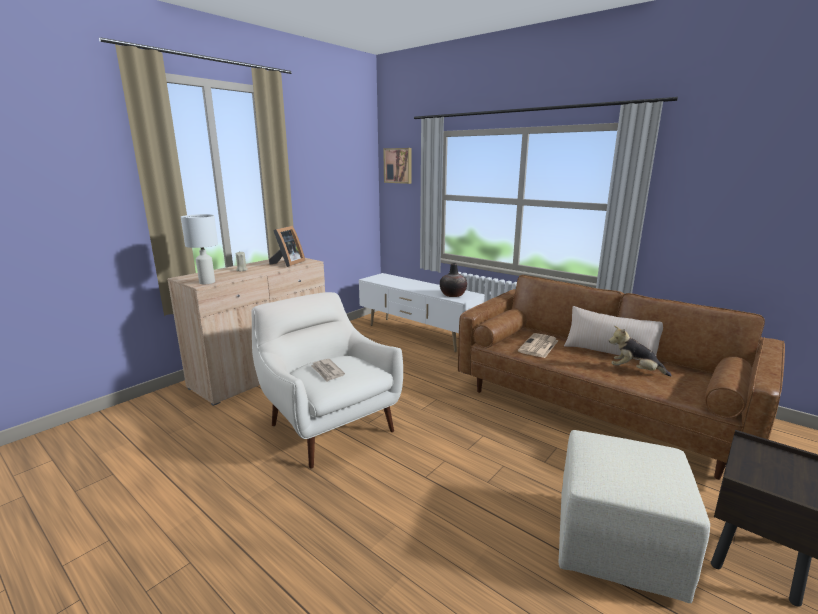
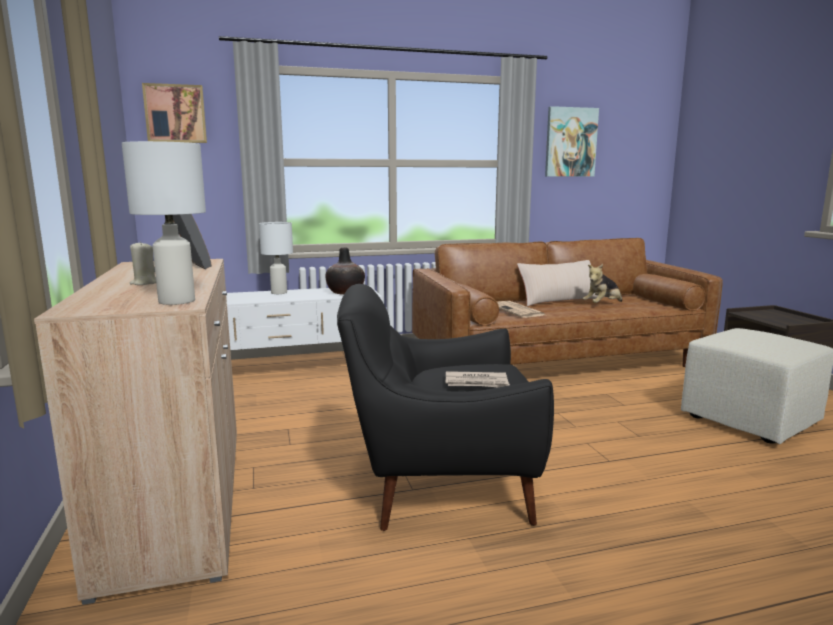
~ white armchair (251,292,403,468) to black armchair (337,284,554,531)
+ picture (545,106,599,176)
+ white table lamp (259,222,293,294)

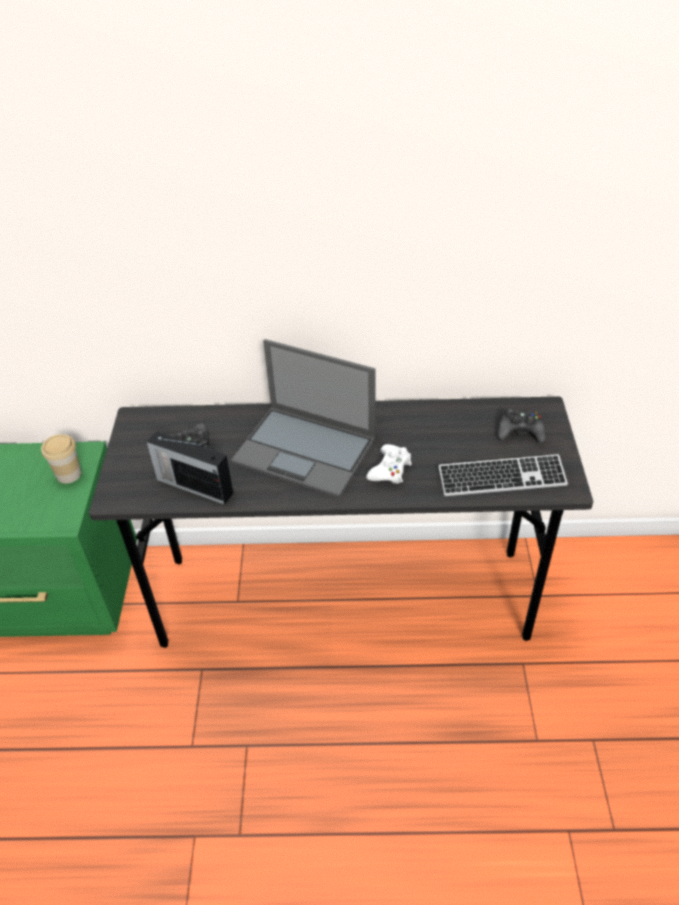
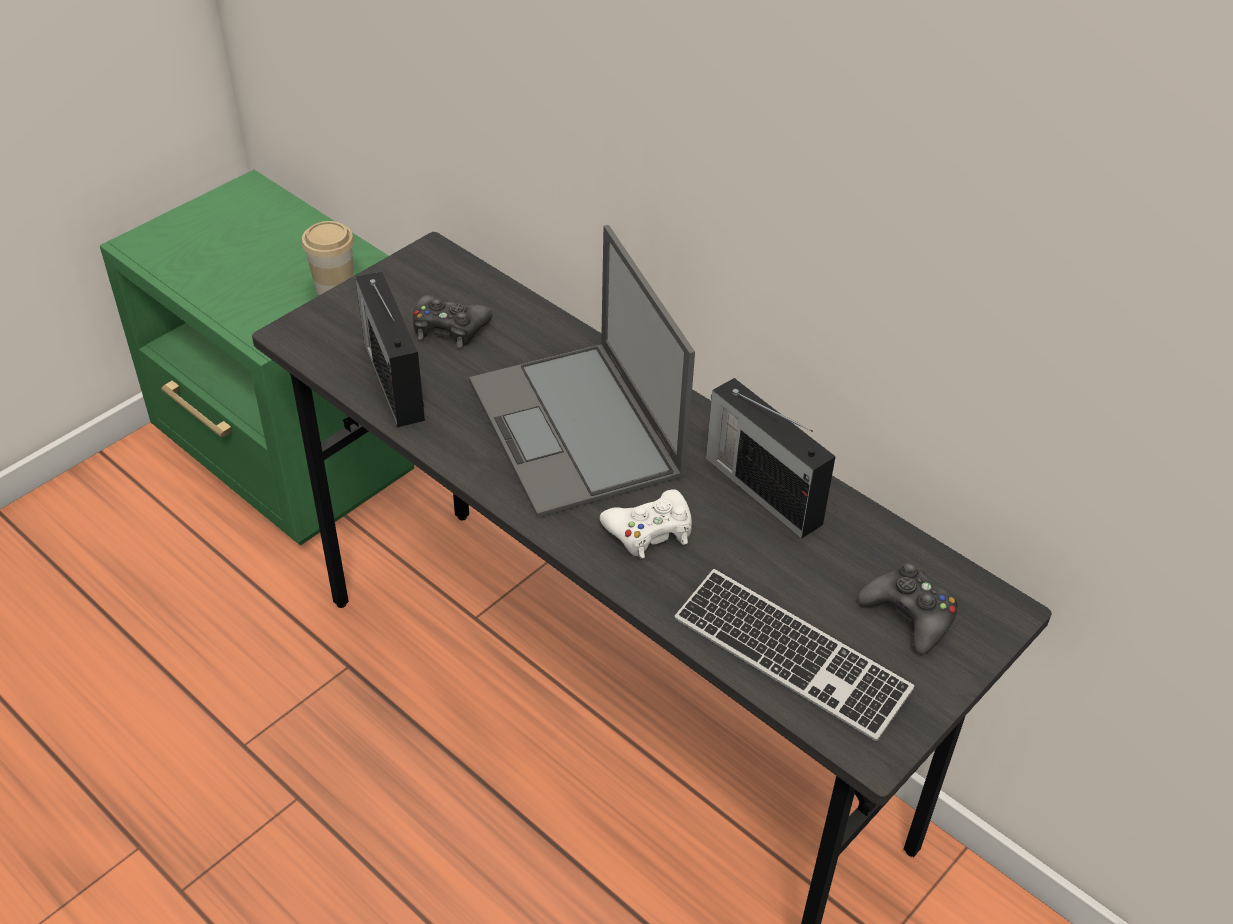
+ radio (706,378,836,539)

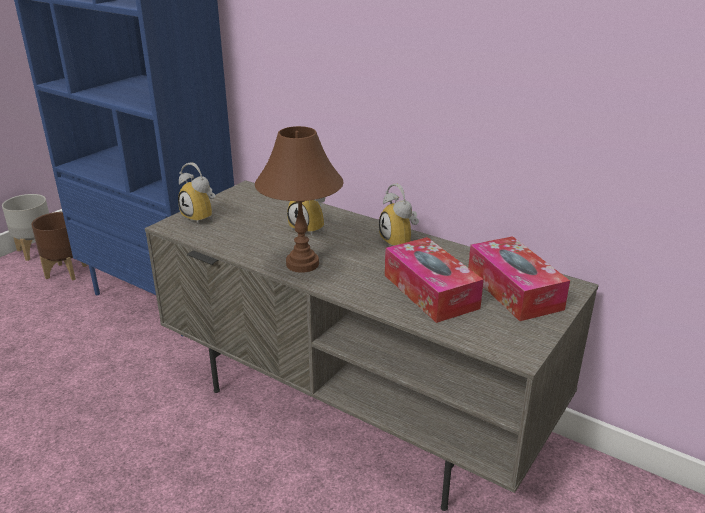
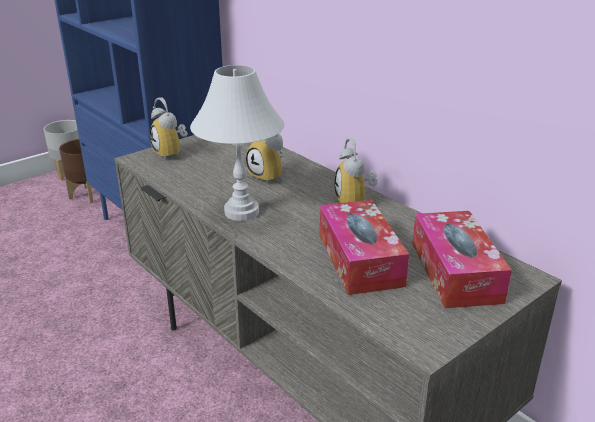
~ brown table lamp (255,126,344,273) to white table lamp (190,65,284,221)

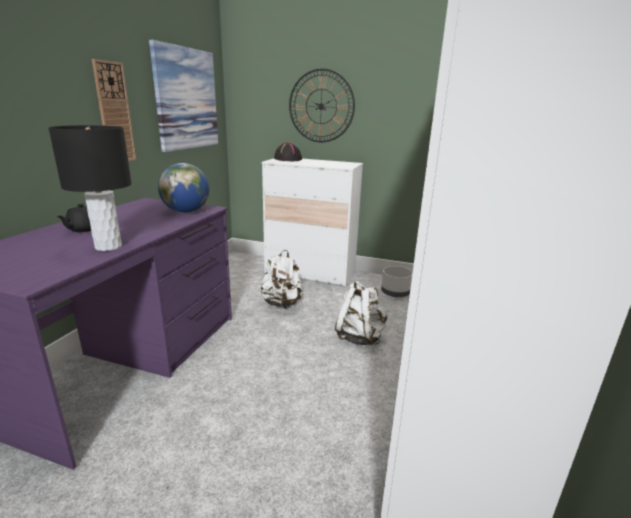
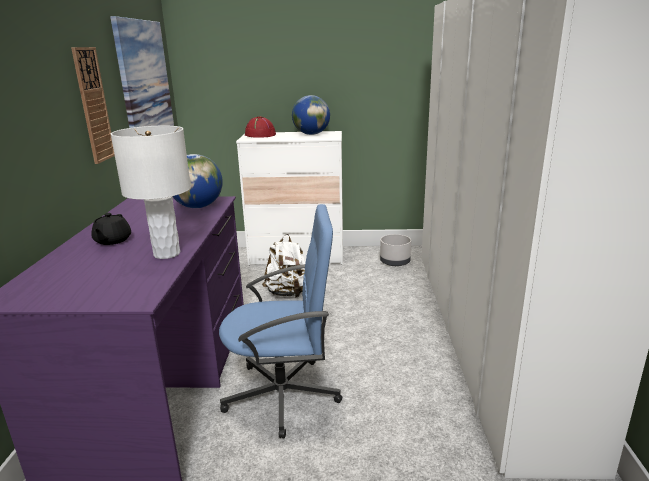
- wall clock (289,68,355,142)
~ black table lamp (48,125,132,251) to white table lamp (111,126,191,259)
~ black hat (274,142,302,161) to red hat (245,116,276,138)
- white backpack (335,281,387,345)
+ globe (292,95,330,135)
+ blue office chair (219,204,342,438)

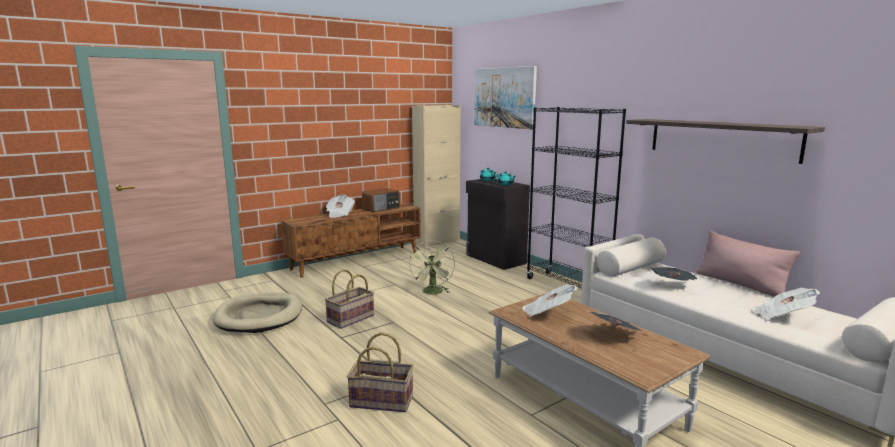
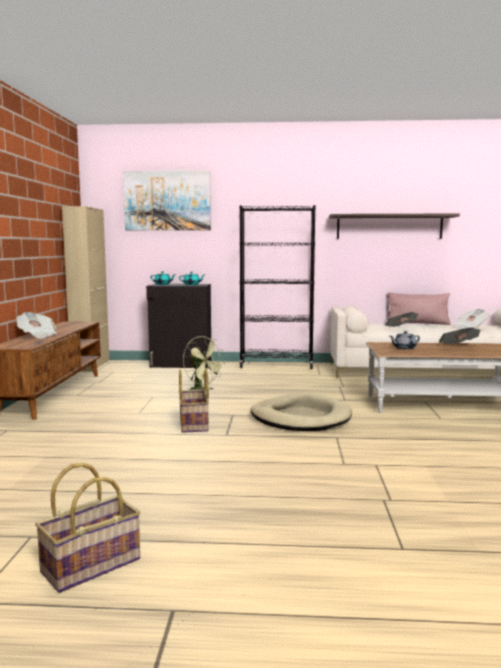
- radio (362,188,400,213)
~ newspaper (522,284,577,317) to grey teapot (390,331,420,350)
~ beige dog bed (213,293,302,333) to (250,393,352,431)
~ basket (347,332,414,412) to (35,463,140,593)

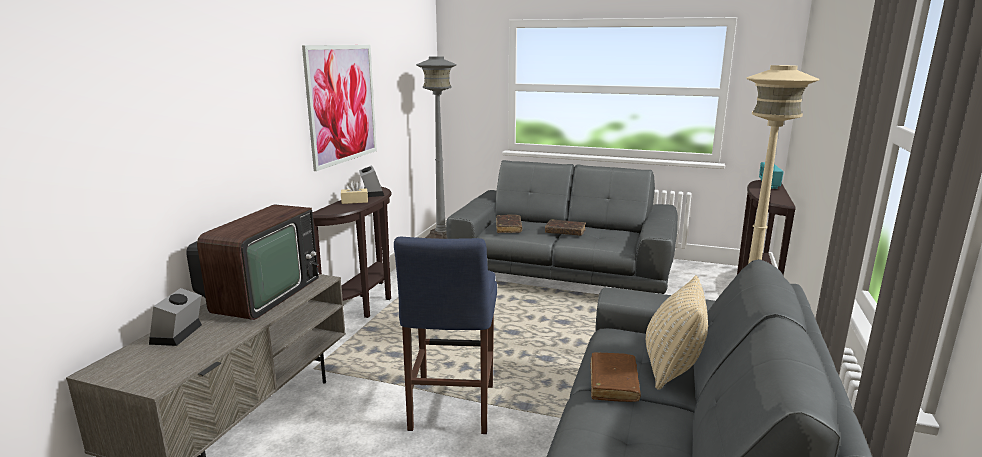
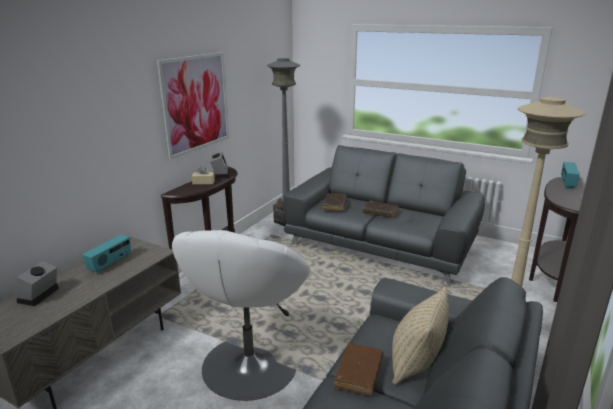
~ television (186,204,320,320) to radio (82,234,131,274)
~ blue stool (394,237,497,434) to white armchair (172,230,310,401)

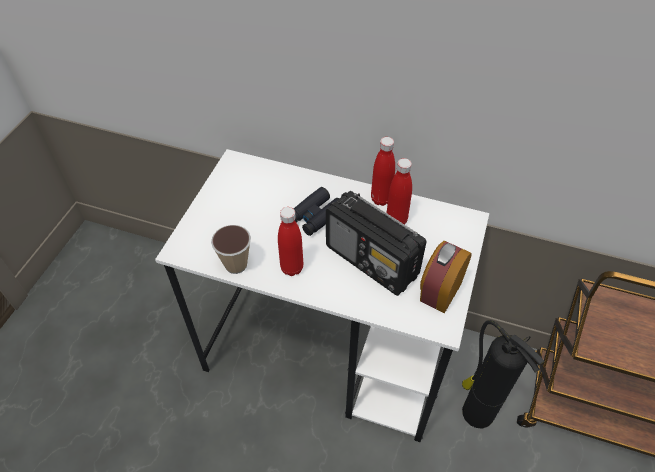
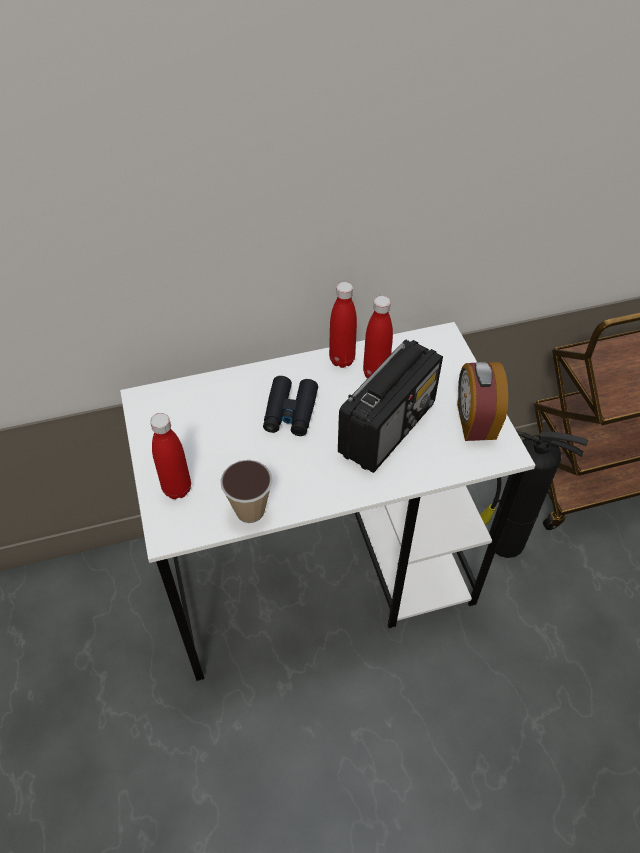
~ radio (326,191,426,296) = (338,340,443,473) 60 degrees counterclockwise
~ red bottle (278,207,303,276) to (150,413,191,499)

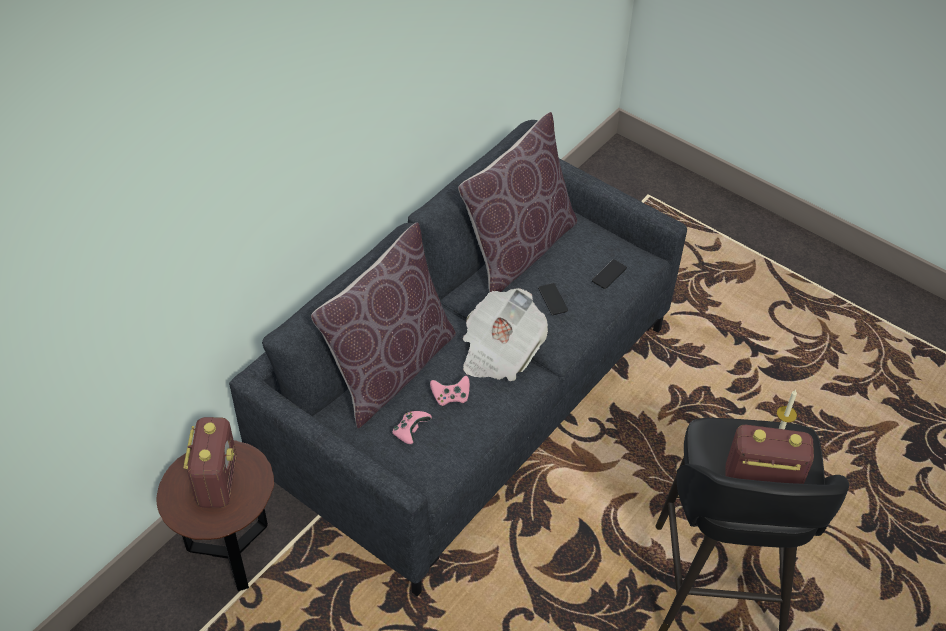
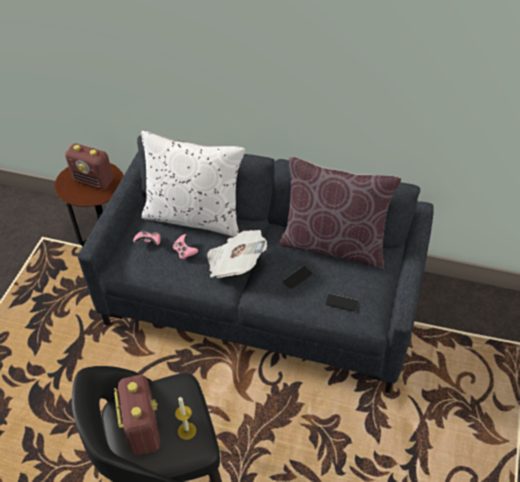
~ brown pillow (311,223,456,428) to white pillow (141,131,245,237)
~ radio (184,417,237,508) = (65,143,113,190) 45 degrees clockwise

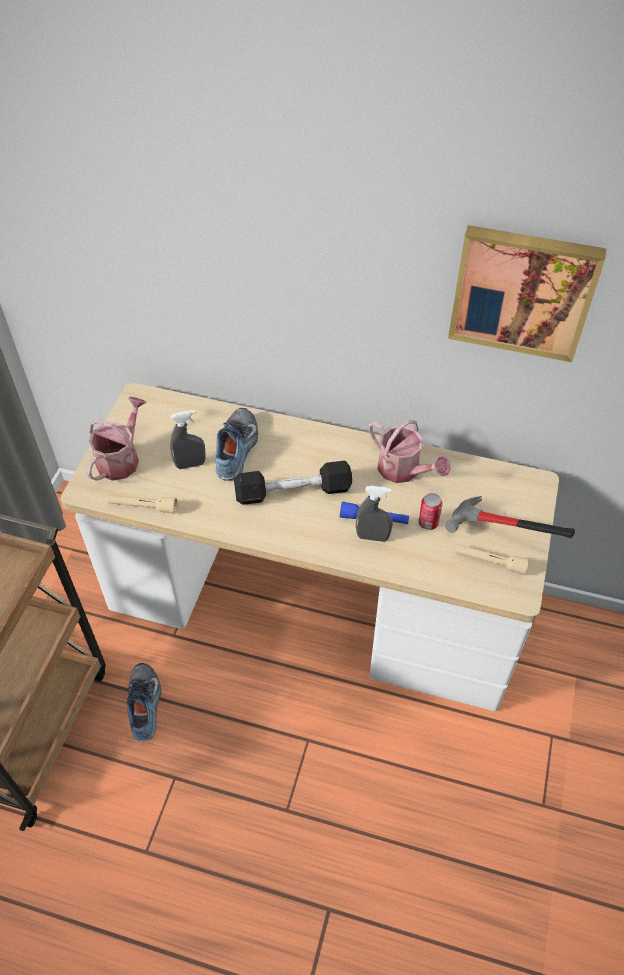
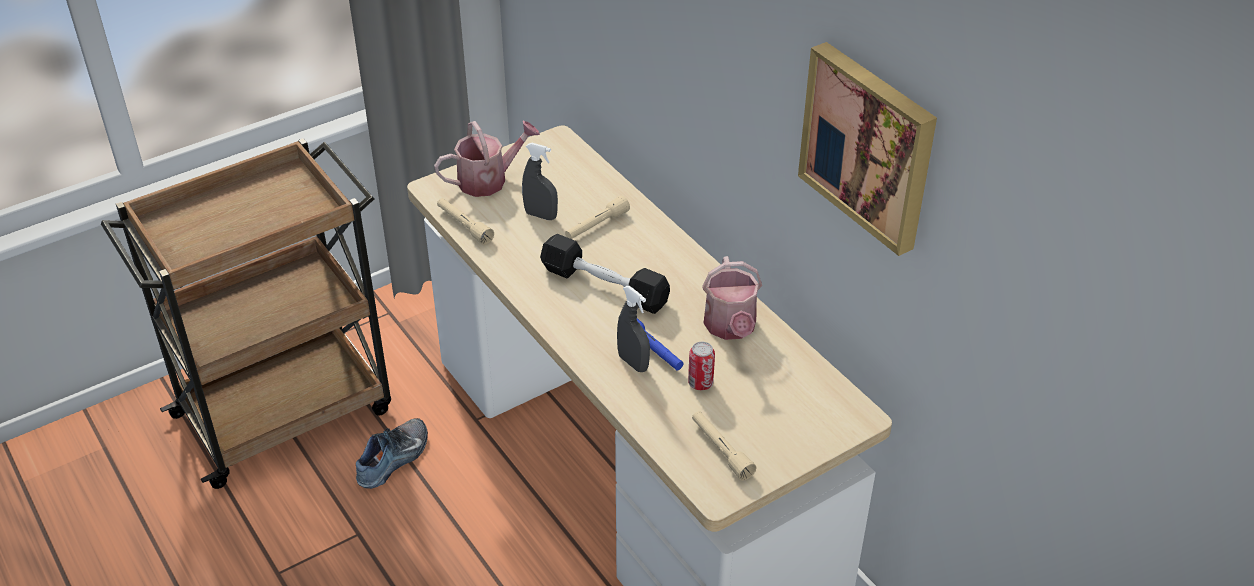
~ shoe (216,408,258,481) to beige flashlight (565,195,630,239)
- hammer (445,496,575,538)

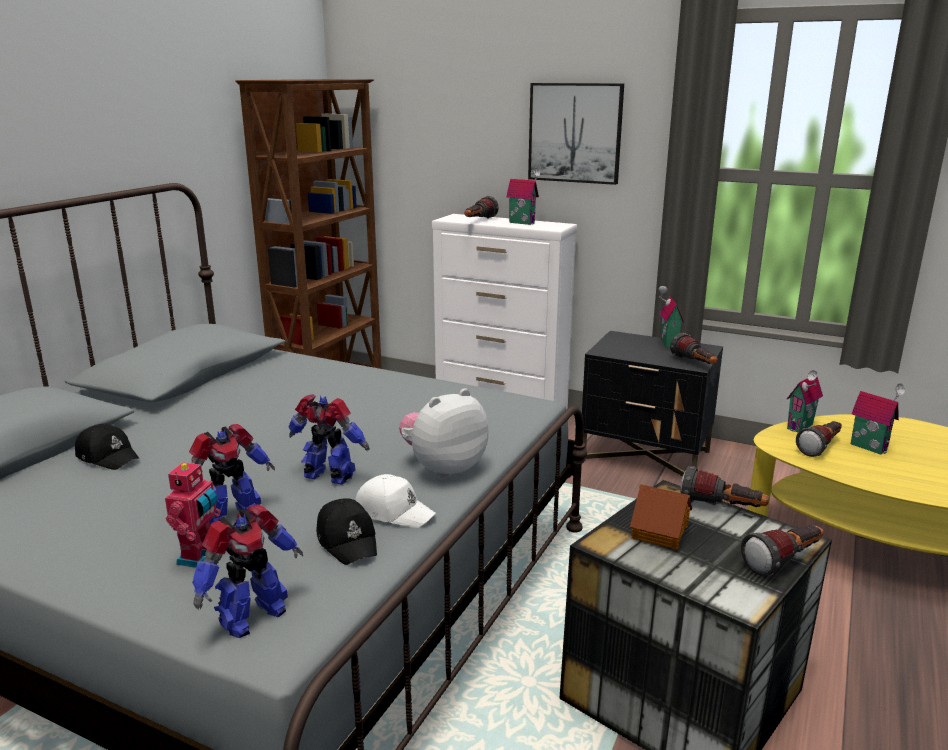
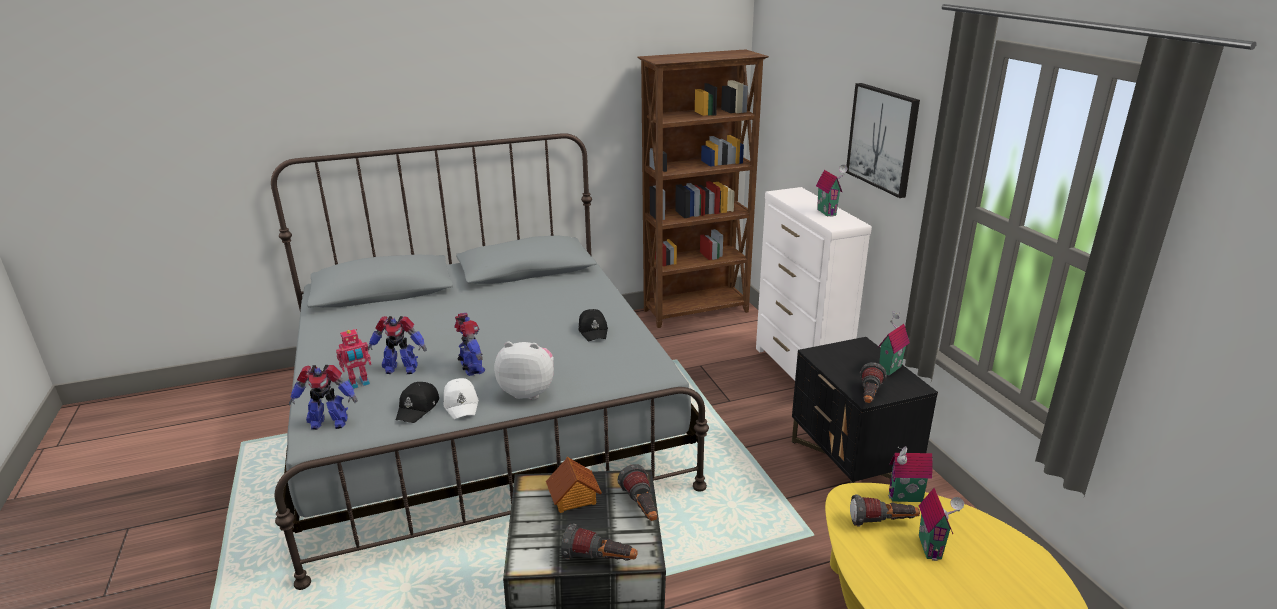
- flashlight (465,196,499,219)
~ black cap (75,424,140,470) to (578,309,608,341)

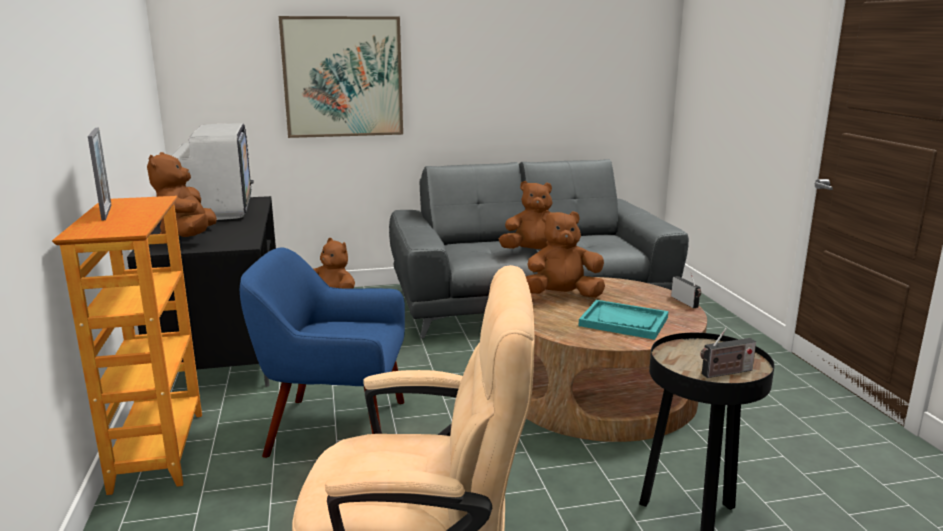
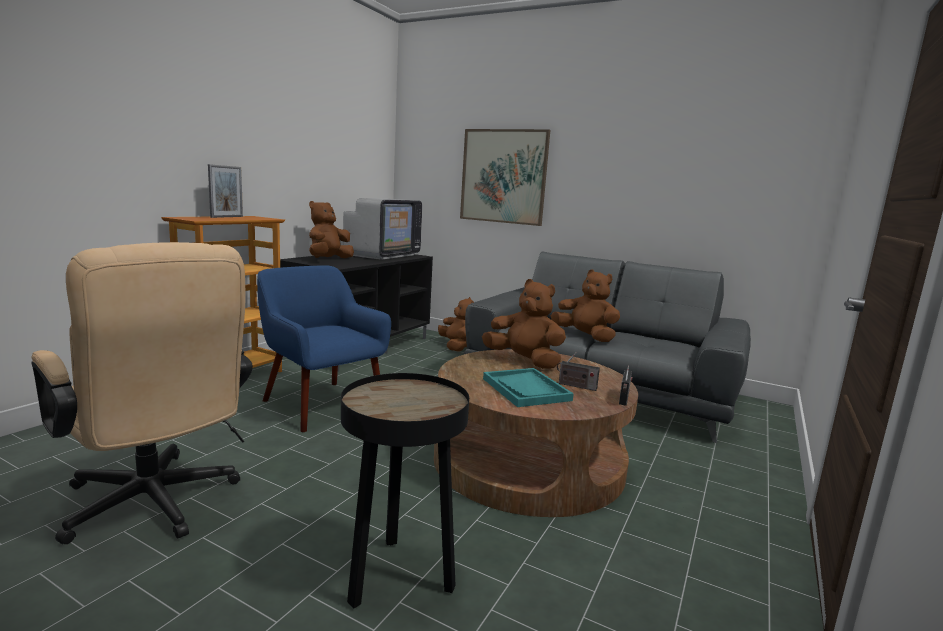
~ radio (700,328,756,378) to (557,352,600,391)

